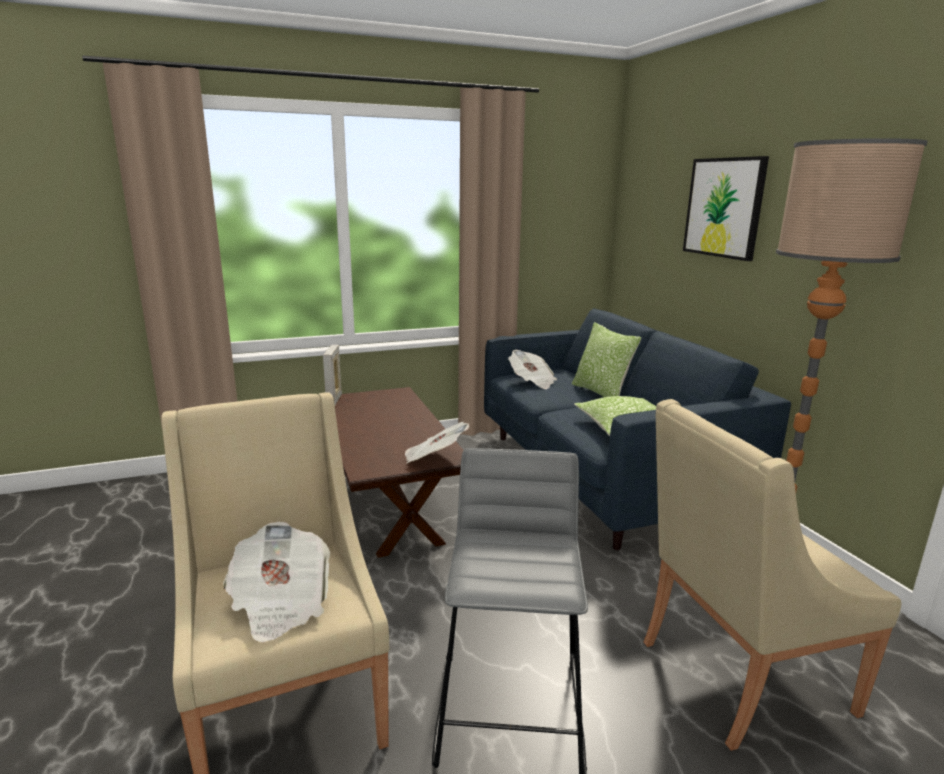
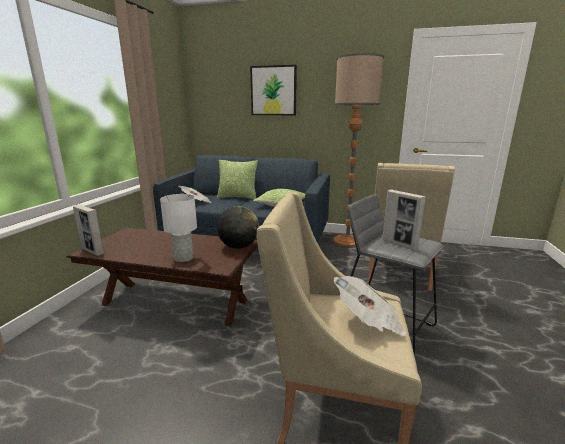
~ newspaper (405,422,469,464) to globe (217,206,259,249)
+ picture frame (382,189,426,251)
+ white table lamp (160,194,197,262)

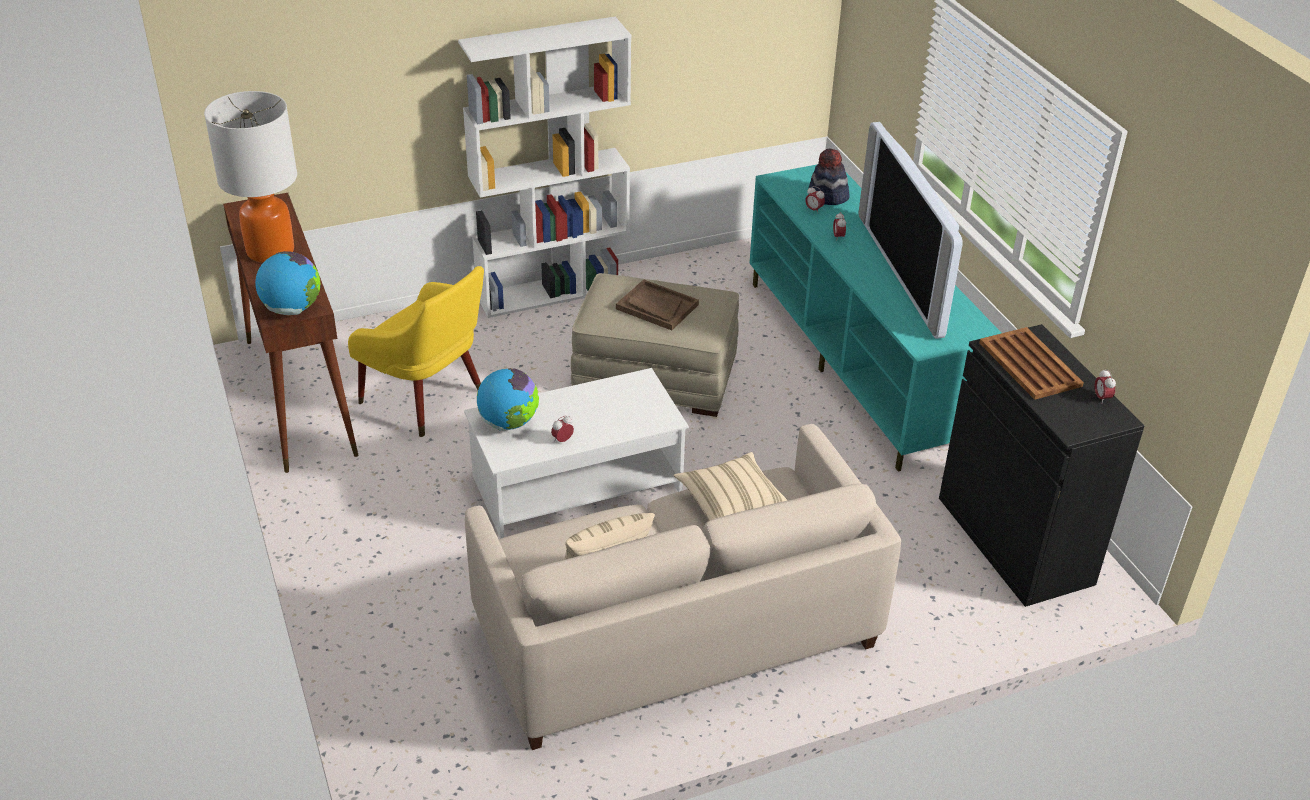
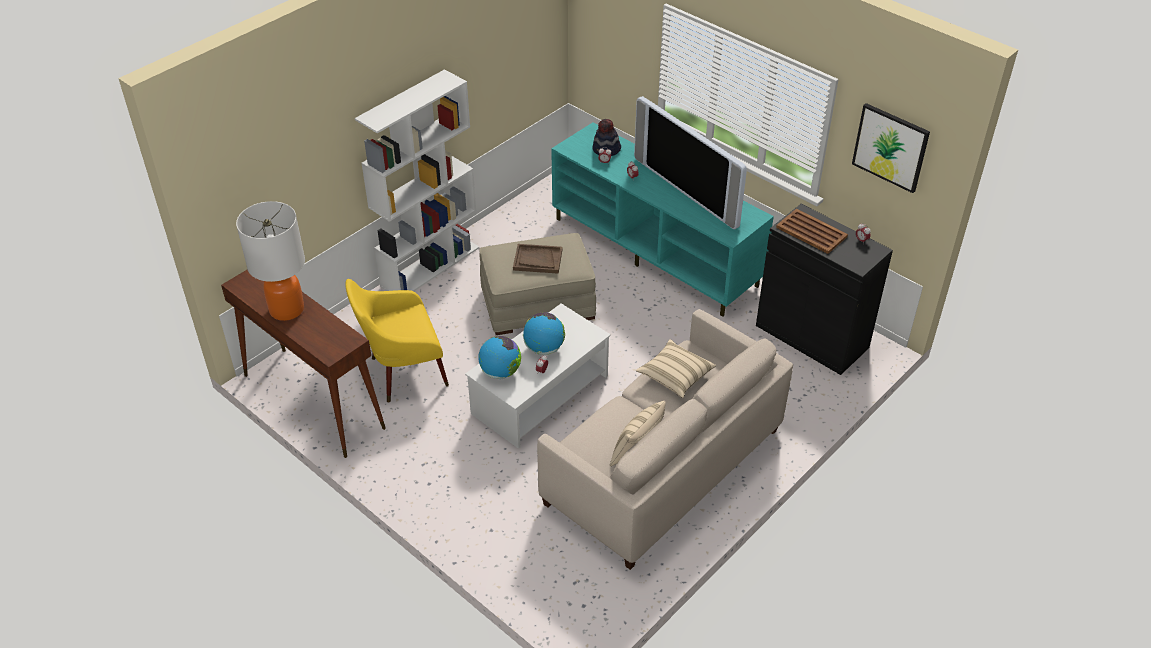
~ globe (255,251,320,315) to (523,312,565,355)
~ yellow armchair (348,266,484,437) = (345,279,449,403) 150 degrees clockwise
+ picture (852,103,930,193)

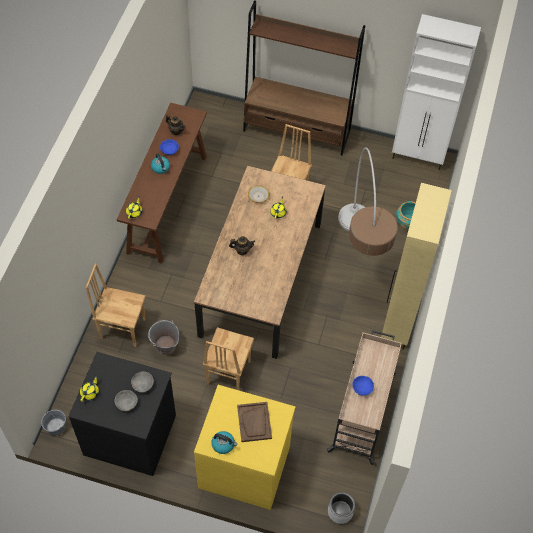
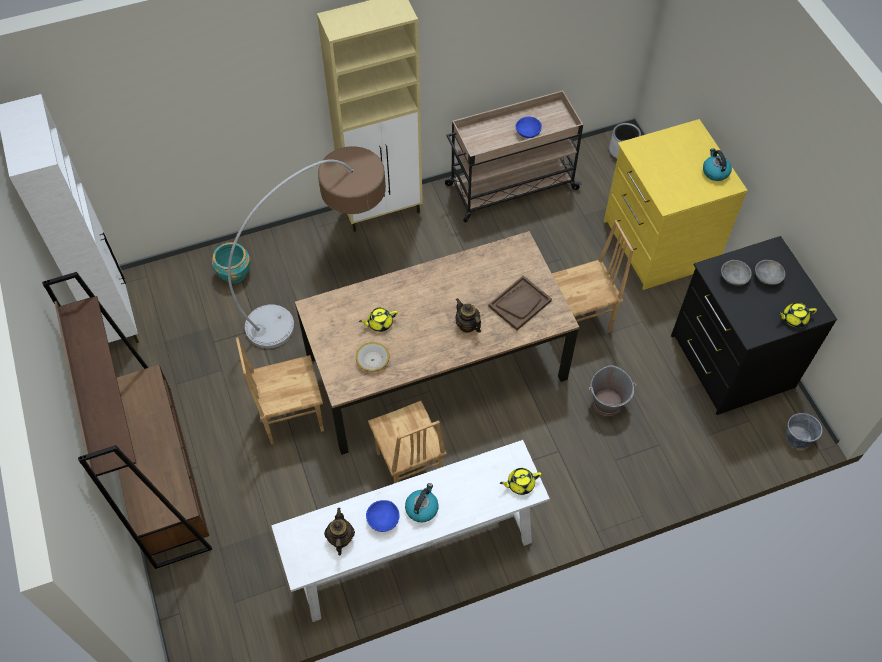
~ brown console table (117,103,207,264) to white console table (271,440,550,622)
~ brown chair (86,263,146,347) to (368,401,446,483)
~ brown tray (237,402,272,442) to (488,275,552,331)

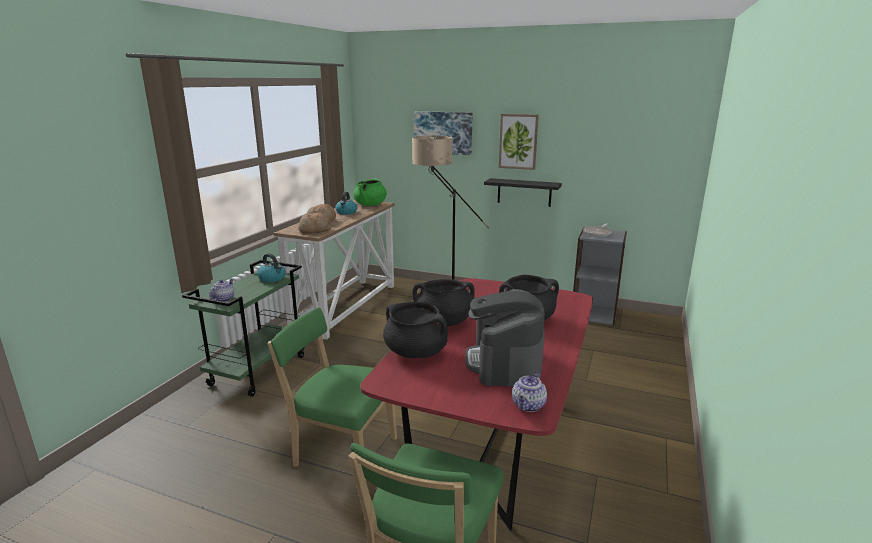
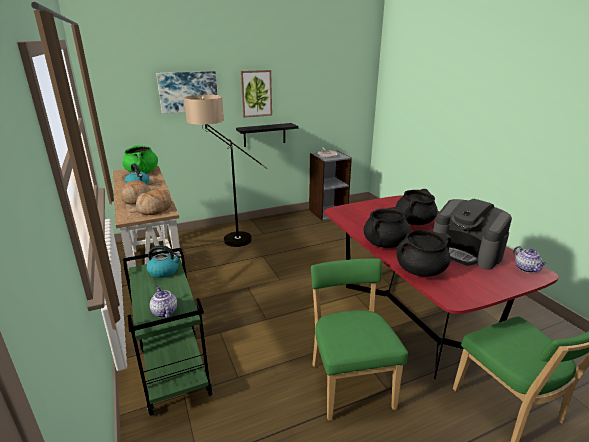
~ green chair (268,307,397,480) = (311,259,408,421) 105 degrees clockwise

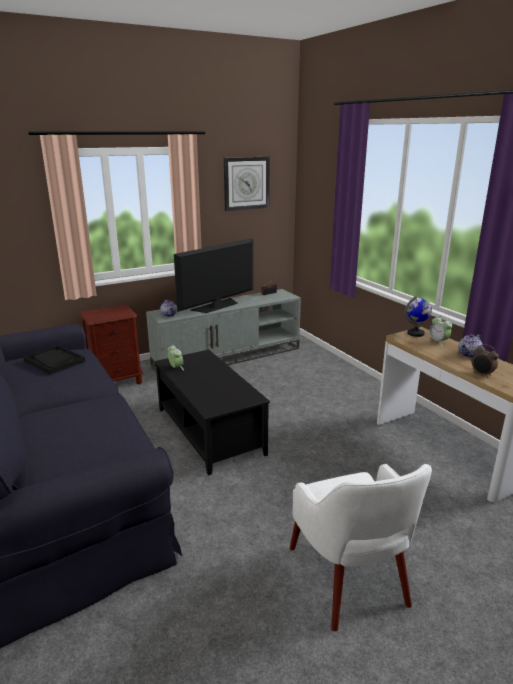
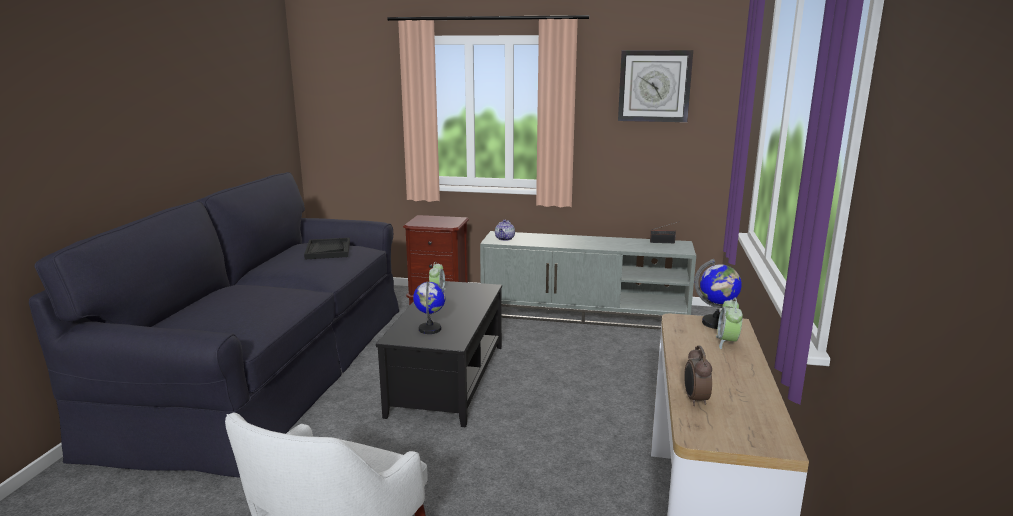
- television (174,239,253,313)
- teapot (458,334,483,358)
+ globe (413,281,445,334)

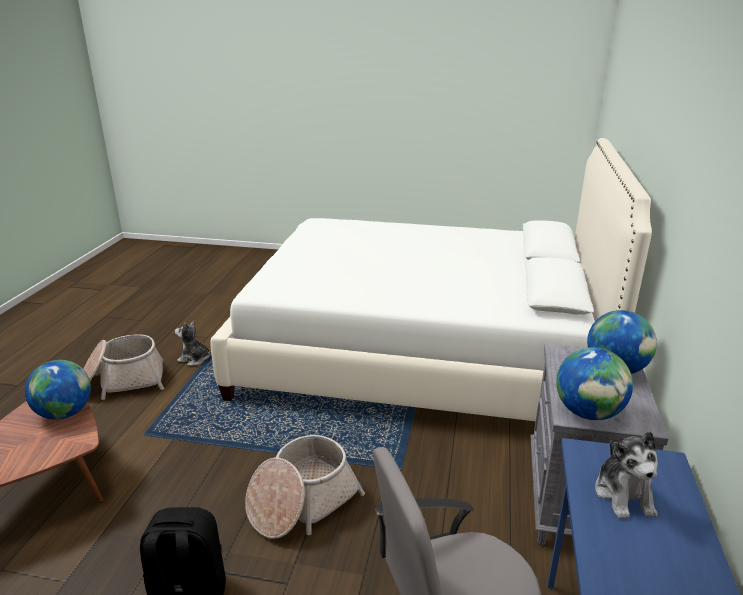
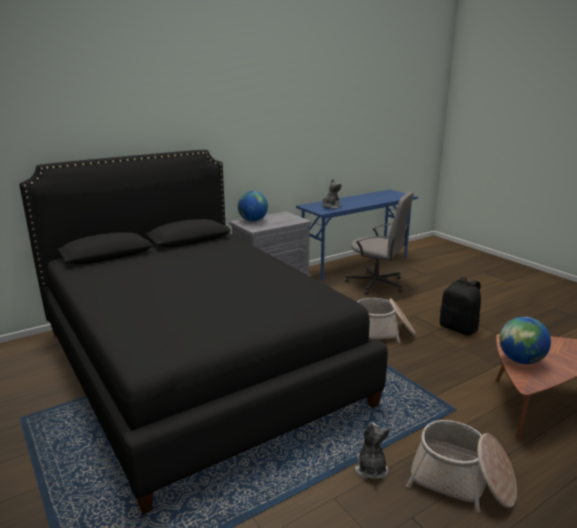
~ white bed (210,138,652,421) to black bed (19,150,388,515)
~ plush toy (175,320,211,366) = (355,422,390,479) 150 degrees counterclockwise
- globe (556,347,633,420)

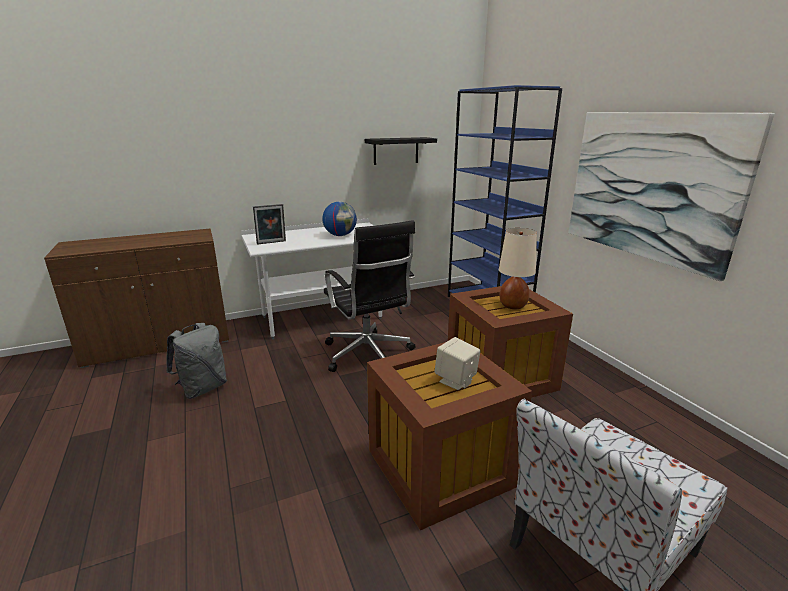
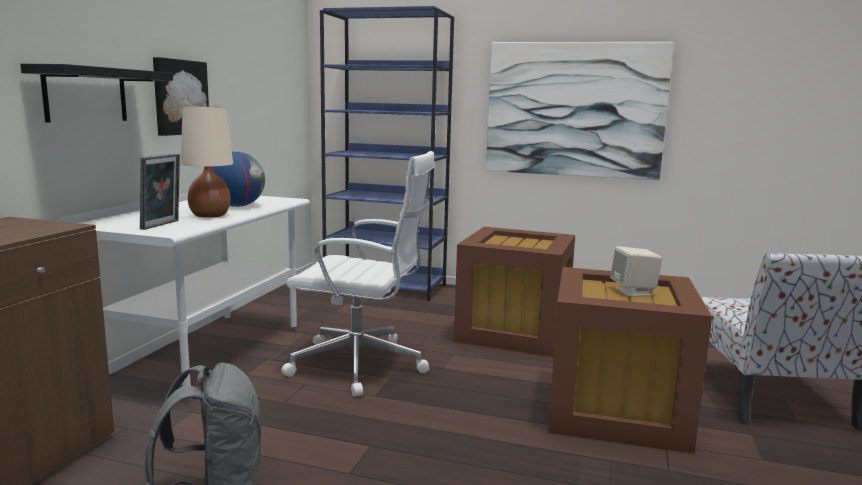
~ black shelf (365,137,437,165) to (20,64,173,123)
~ black office chair (324,220,415,372) to white office chair (281,151,435,397)
~ beige table lamp (499,228,537,309) to (181,106,233,218)
+ picture (153,57,209,136)

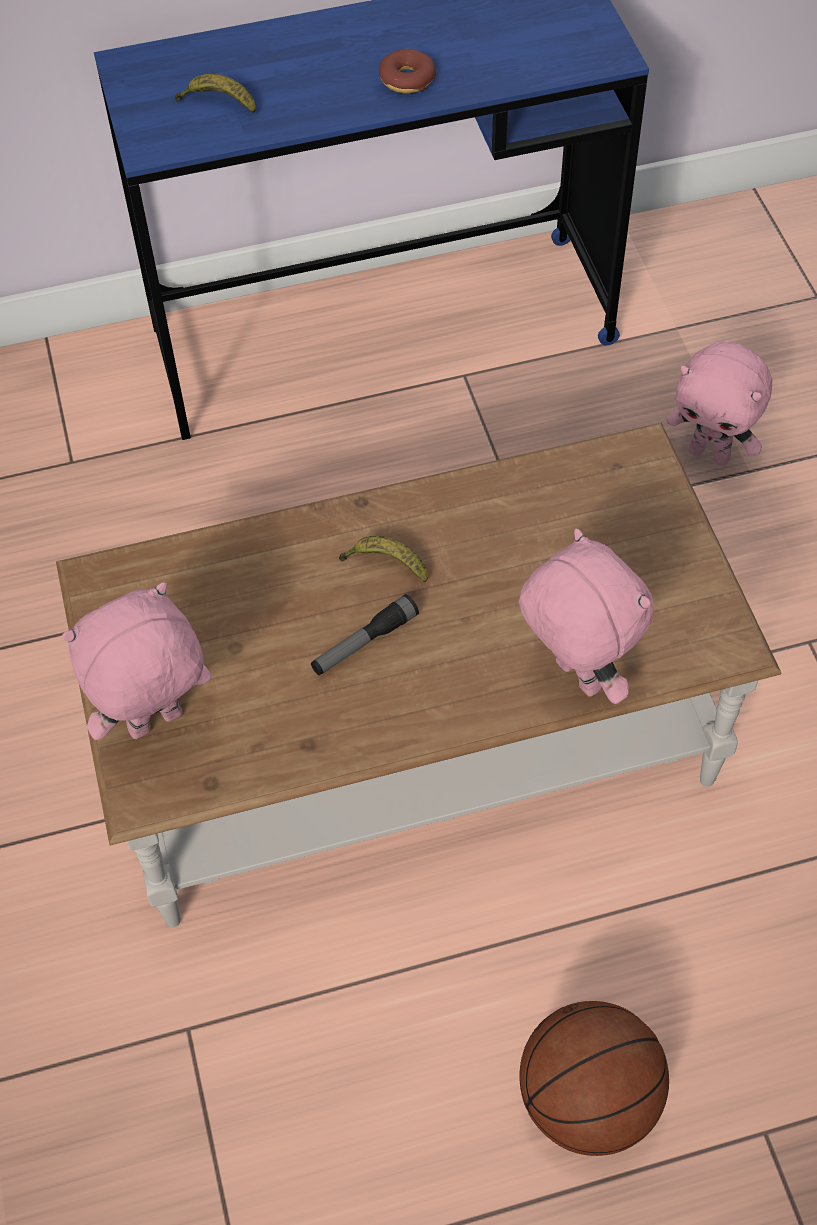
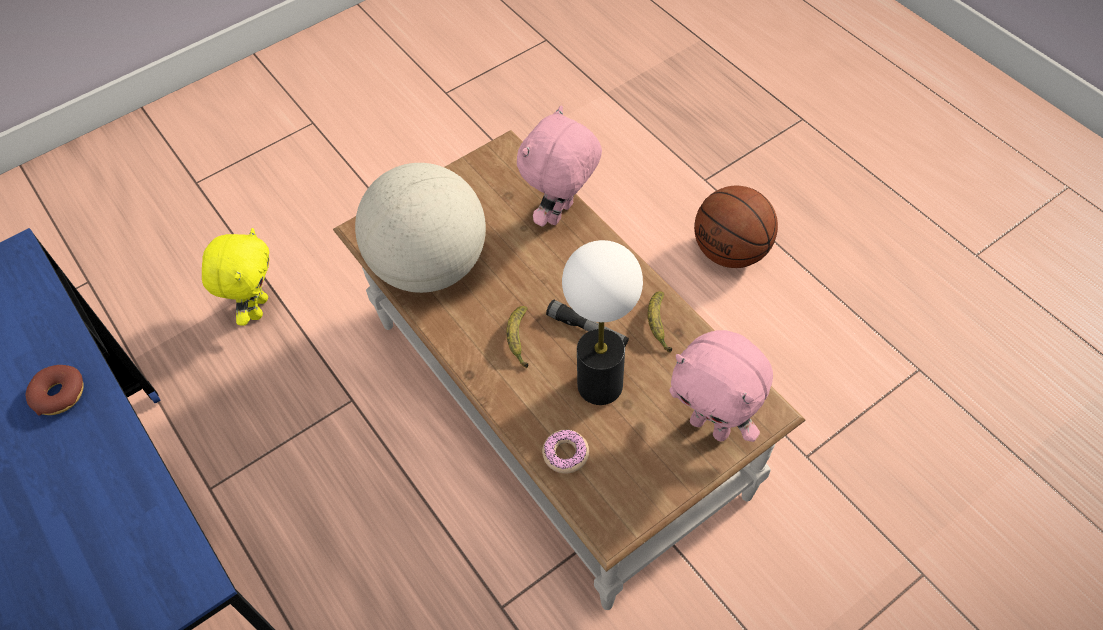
~ banana (175,74,256,114) to (648,292,672,353)
~ pink plush toy (667,342,772,466) to yellow plush toy (202,228,269,326)
+ globe (355,163,486,293)
+ table lamp (562,240,643,405)
+ donut (542,429,589,473)

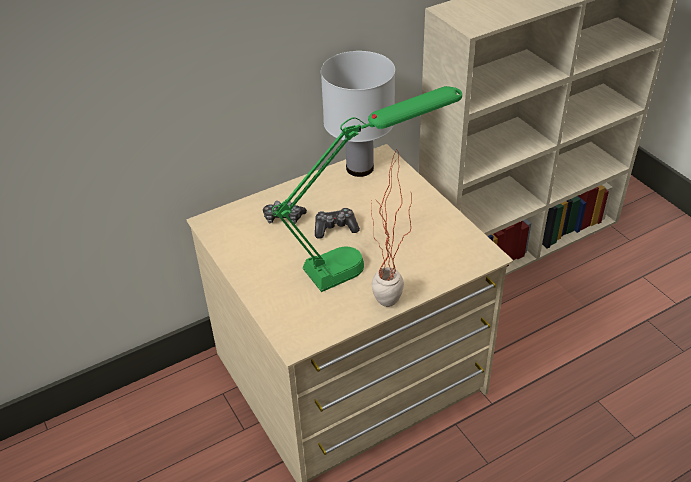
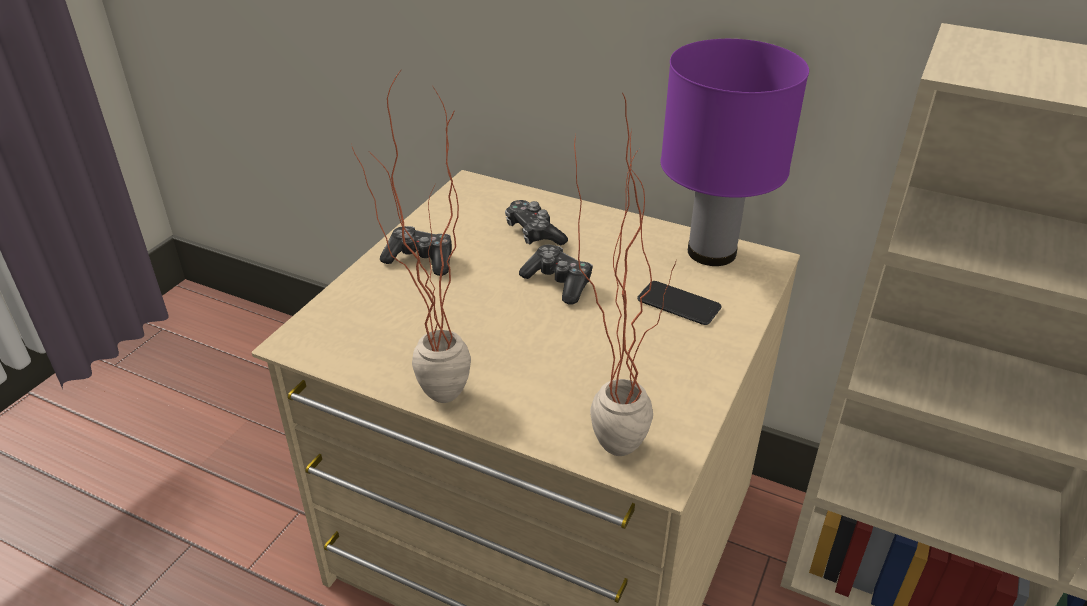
~ white table lamp (321,51,395,177) to purple table lamp (661,39,809,266)
- green table lamp (272,86,462,292)
+ potted plant (574,93,676,456)
+ game controller (380,226,452,276)
+ phone (637,281,721,325)

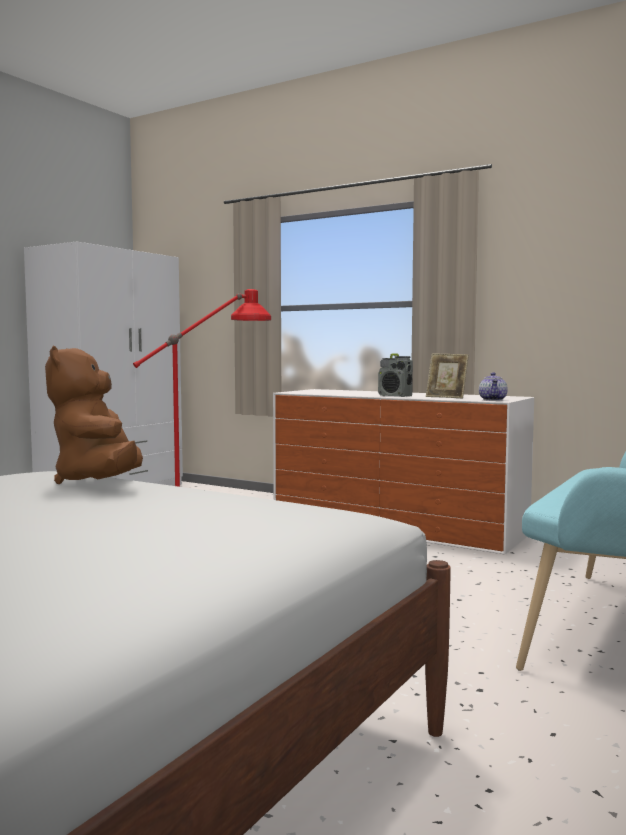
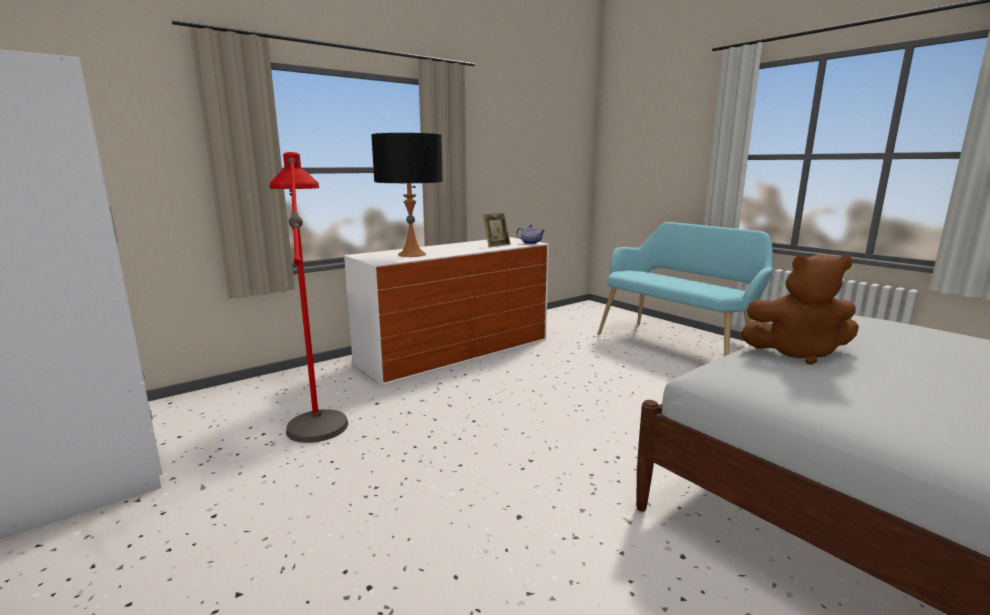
- radio (378,353,413,397)
+ black table lamp (371,133,443,257)

